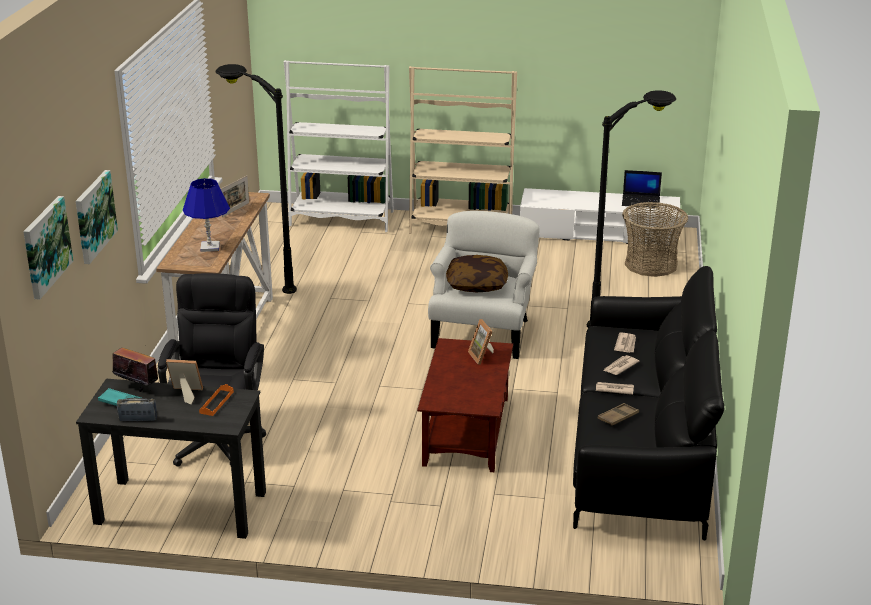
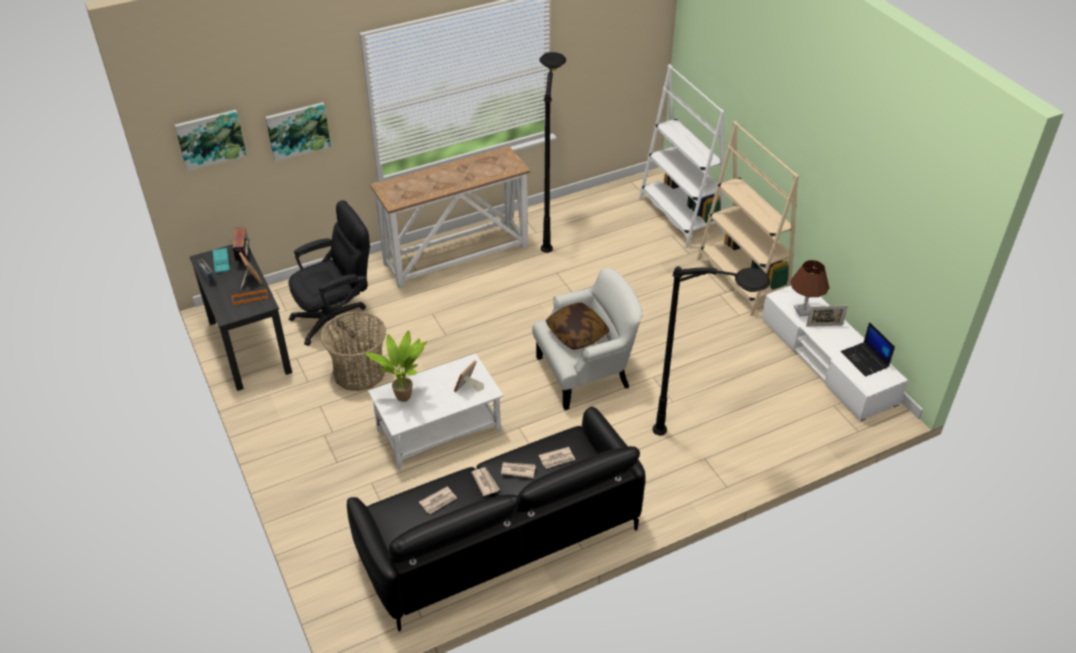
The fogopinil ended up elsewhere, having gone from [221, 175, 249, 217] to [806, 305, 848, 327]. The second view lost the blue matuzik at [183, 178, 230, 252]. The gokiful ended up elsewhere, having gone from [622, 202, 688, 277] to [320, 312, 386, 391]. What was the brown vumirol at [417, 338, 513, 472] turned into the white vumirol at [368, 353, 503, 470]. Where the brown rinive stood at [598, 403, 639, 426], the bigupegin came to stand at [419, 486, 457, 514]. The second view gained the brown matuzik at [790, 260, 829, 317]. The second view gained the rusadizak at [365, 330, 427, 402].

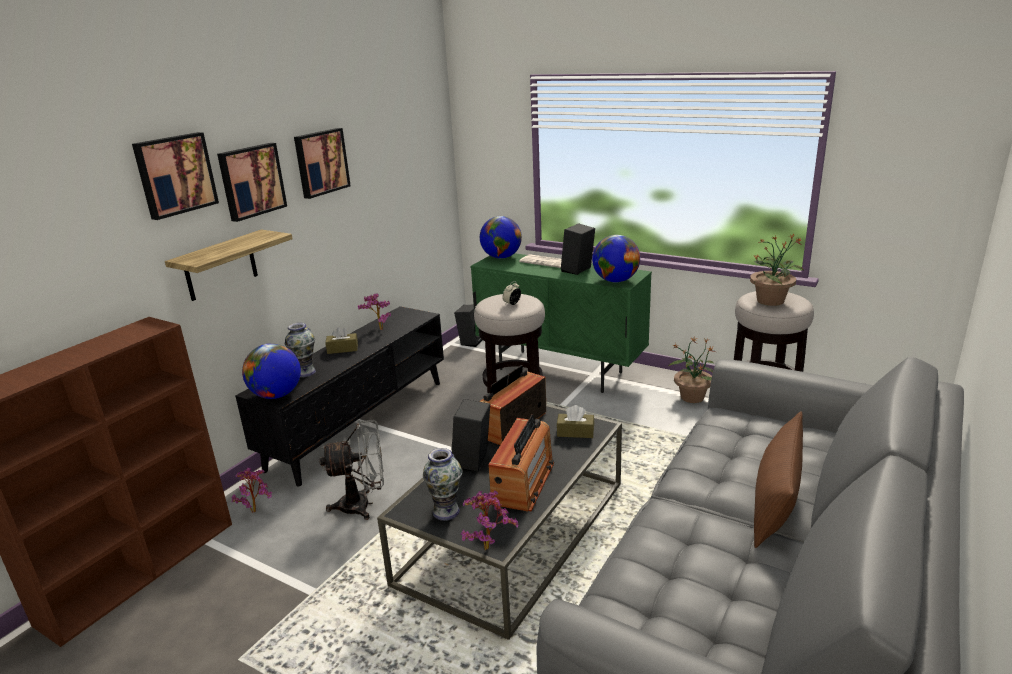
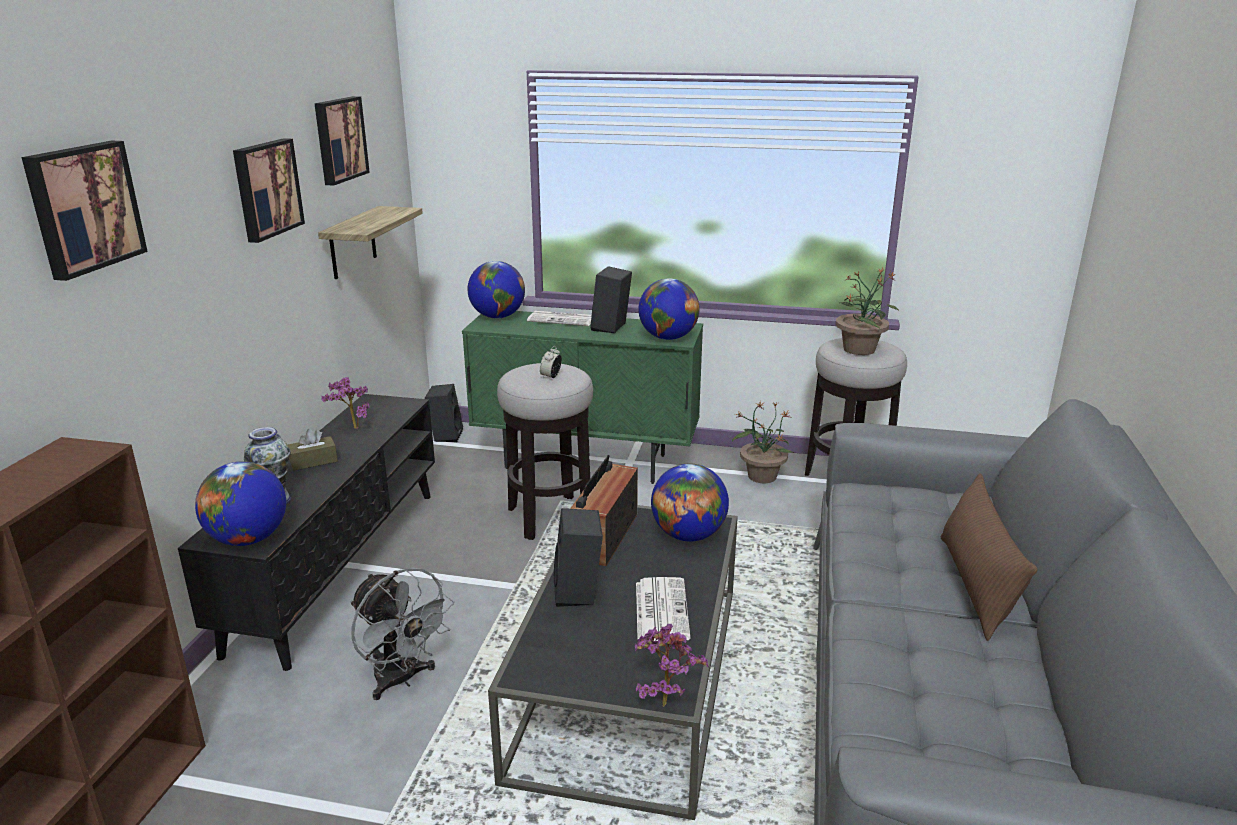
The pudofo ended up elsewhere, having gone from [217, 143, 287, 222] to [314, 96, 370, 186]. The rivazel ended up elsewhere, having gone from [165, 230, 293, 301] to [318, 206, 423, 279]. Where the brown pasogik stood at [557, 405, 594, 438], the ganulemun came to stand at [651, 463, 729, 541]. Where the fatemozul stood at [488, 414, 554, 511], the bigupegin came to stand at [636, 577, 691, 641]. The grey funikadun at [319, 420, 384, 520] ended up facing another way, 75 degrees clockwise from before. The second view lost the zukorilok at [423, 448, 463, 521]. The second view lost the rusadizak at [231, 468, 272, 513].

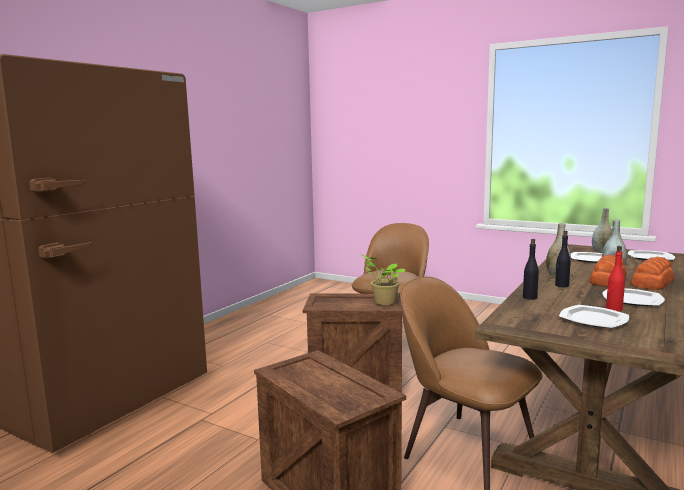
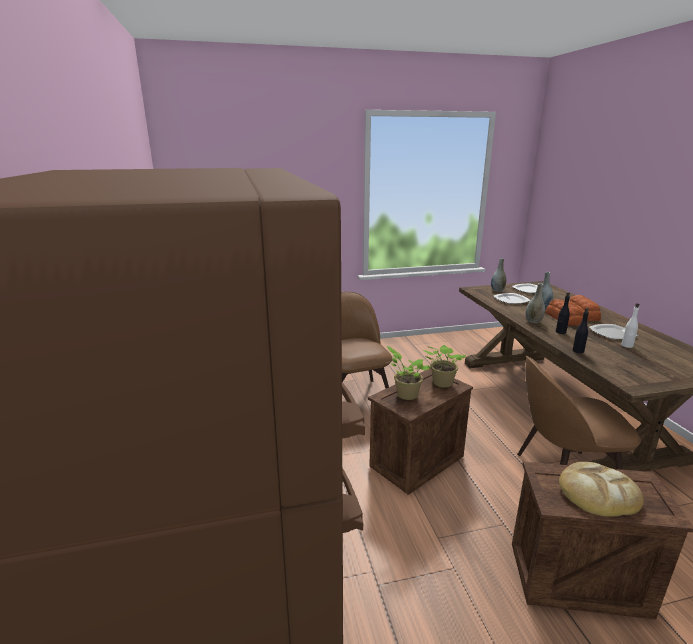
What was the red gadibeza at [606, 246, 625, 311] turned into the white gadibeza at [621, 303, 639, 348]. The second view lost the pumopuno at [559, 305, 629, 328]. The second view gained the rusadizak at [387, 346, 430, 400]. The second view gained the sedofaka at [559, 462, 644, 517].

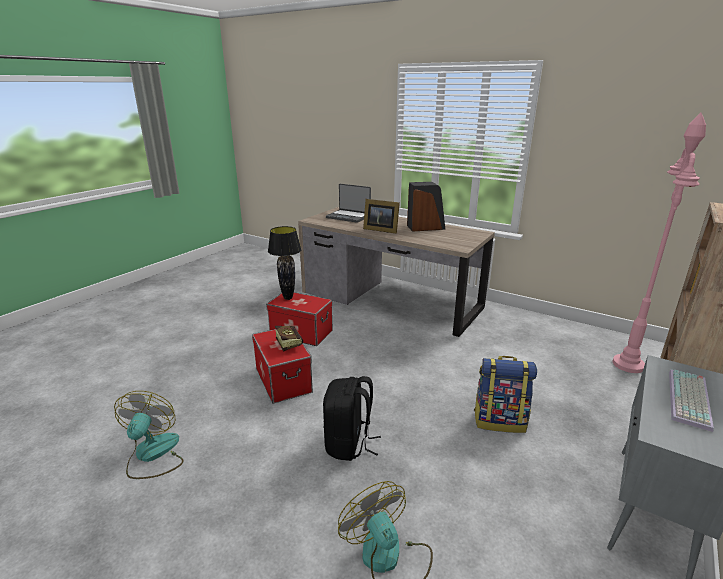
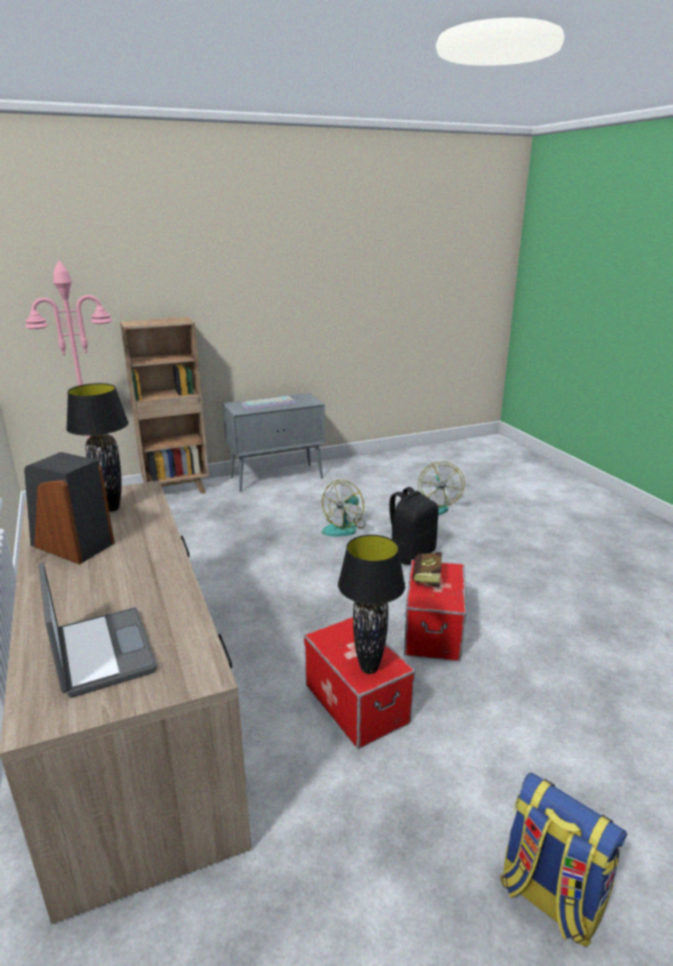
The second view lost the fogopinil at [363, 199, 400, 234]. The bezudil ended up elsewhere, having gone from [474, 356, 537, 433] to [501, 773, 627, 947]. The funikadun ended up elsewhere, having gone from [114, 391, 183, 479] to [322, 480, 366, 537]. The second view gained the black matuzik at [66, 383, 129, 512].

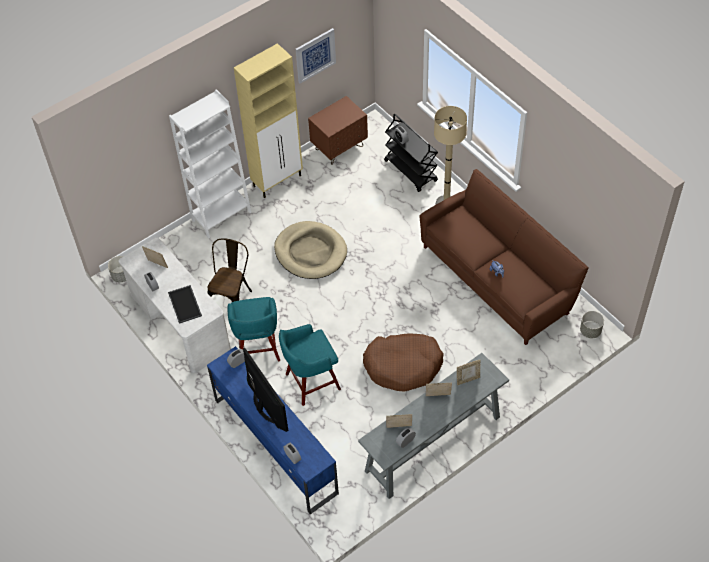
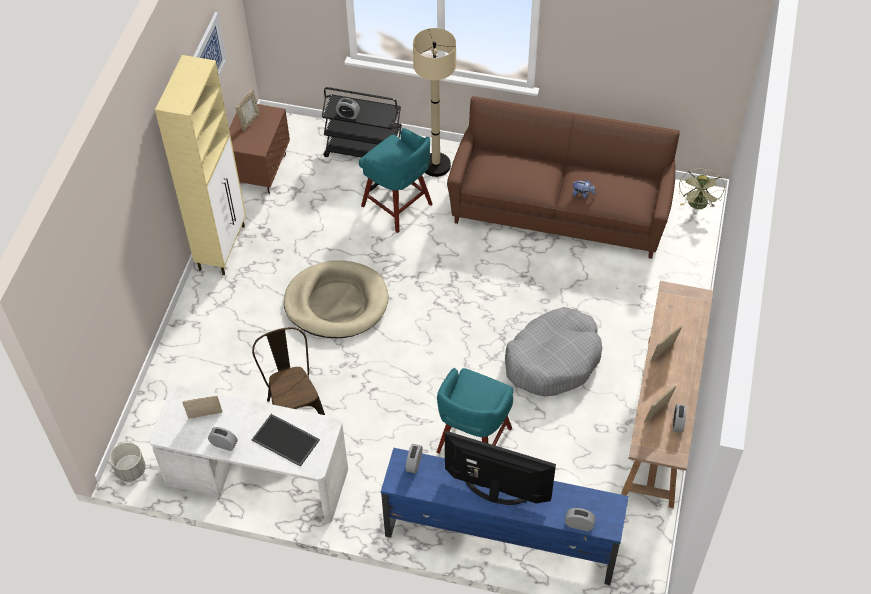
The second view lost the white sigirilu at [169, 89, 251, 238]. The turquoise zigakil ended up elsewhere, having gone from [227, 297, 280, 362] to [359, 128, 433, 233]. Where the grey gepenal stood at [580, 311, 604, 338], the green funikadun came to stand at [679, 169, 725, 209]. What was the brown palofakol at [363, 333, 444, 392] turned into the grey palofakol at [505, 307, 602, 396]. What was the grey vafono at [358, 353, 509, 499] turned into the brown vafono at [621, 281, 713, 508]. The fogopinil ended up elsewhere, having gone from [457, 360, 480, 385] to [235, 89, 260, 132].

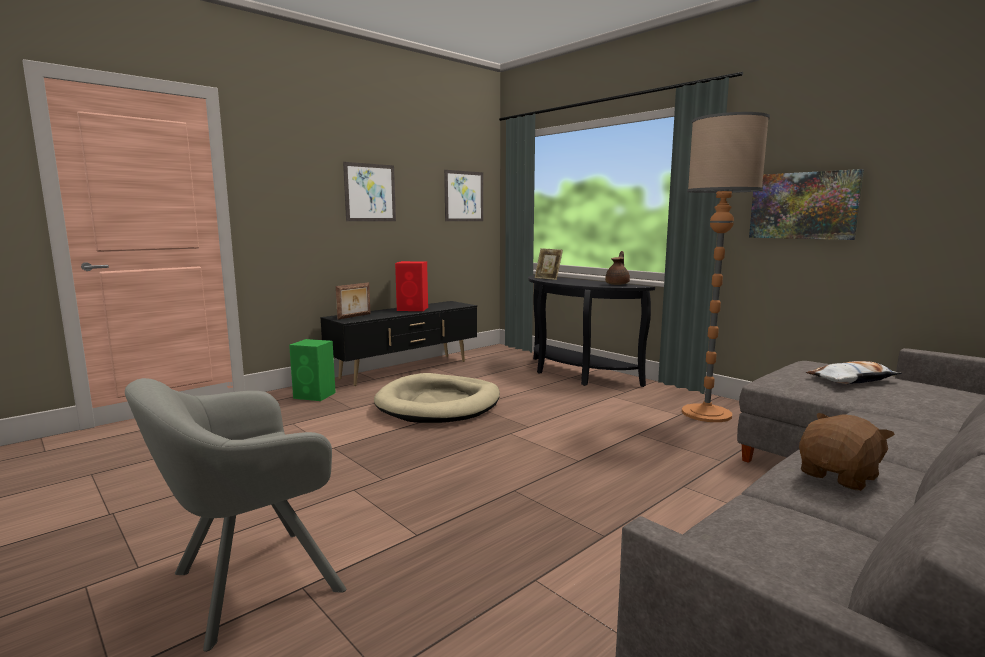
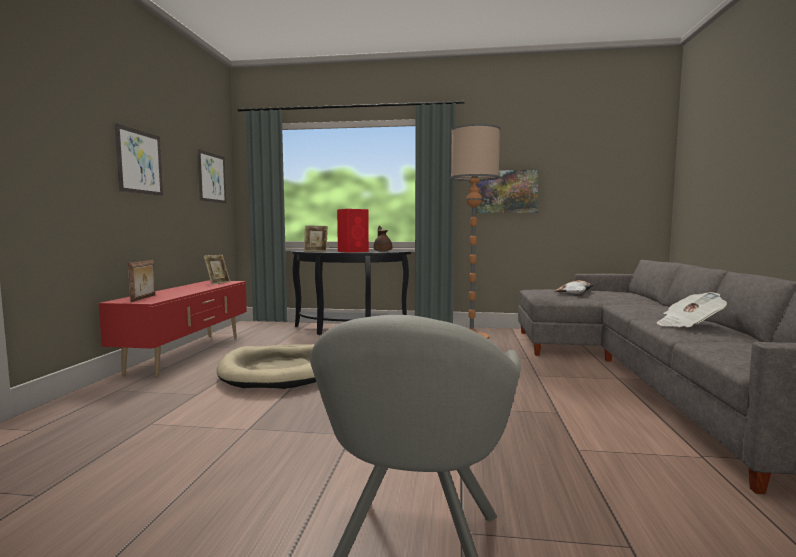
The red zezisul ended up elsewhere, having gone from [395, 261, 428, 311] to [337, 209, 369, 252]. What was the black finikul at [321, 301, 477, 386] turned into the red finikul at [99, 281, 247, 377]. The second view lost the green zezisul at [289, 339, 336, 401]. Where the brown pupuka stood at [799, 413, 895, 491], the bigupegin came to stand at [657, 292, 727, 327]. The second view gained the fogopinil at [204, 255, 230, 285].

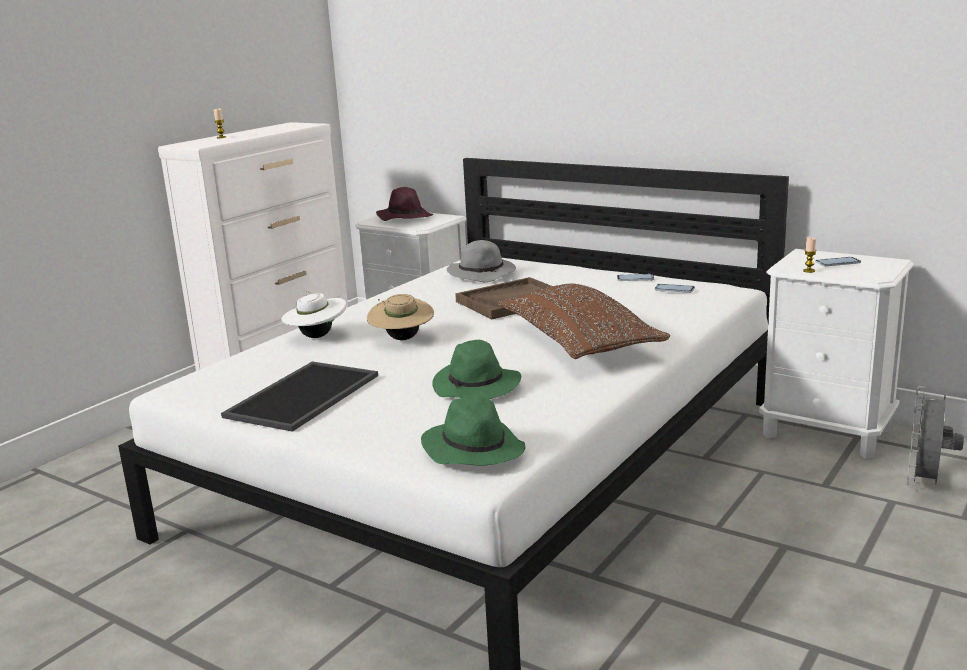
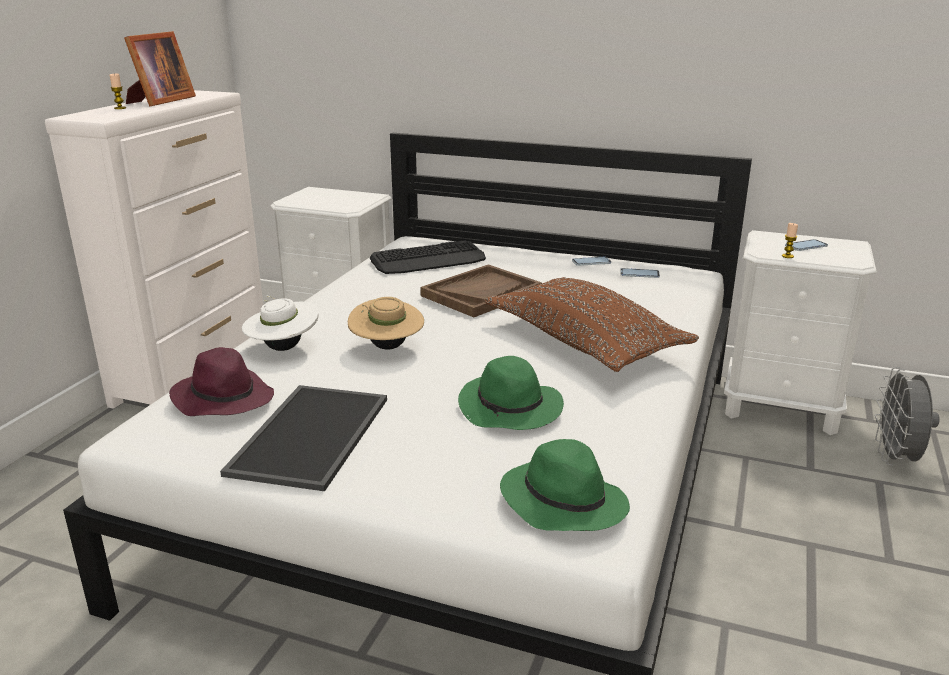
The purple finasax ended up elsewhere, having gone from [376, 187, 433, 221] to [169, 347, 274, 416]. Where the grey finasax stood at [447, 240, 516, 282], the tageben came to stand at [370, 240, 486, 274]. The second view gained the fogopinil at [124, 31, 196, 107].

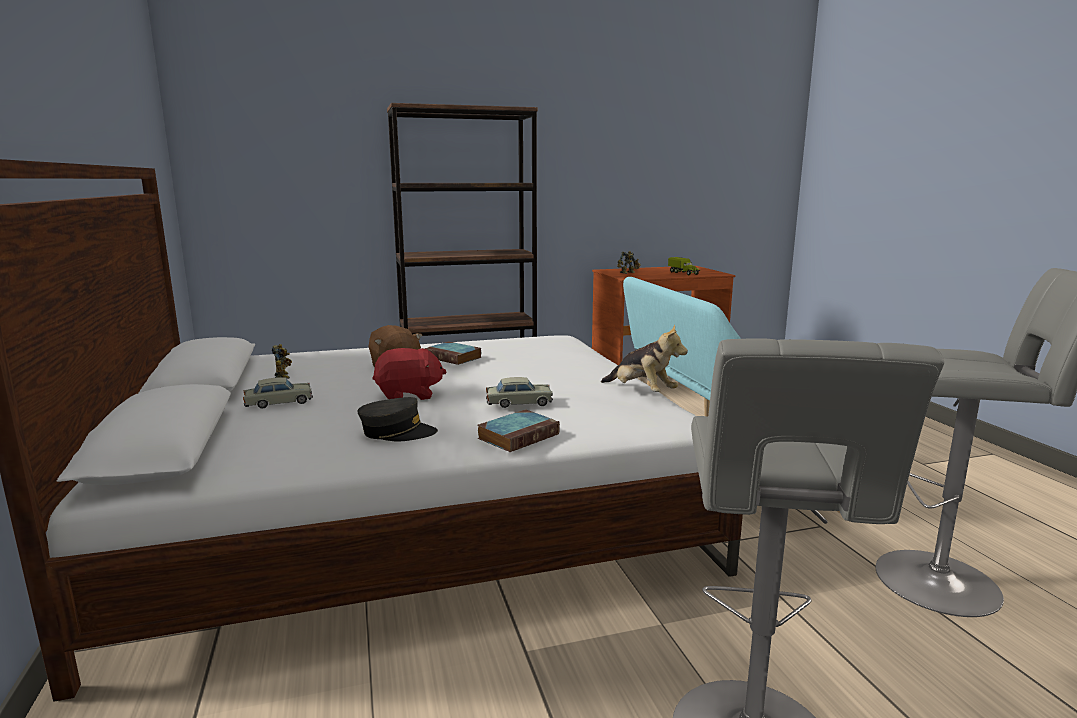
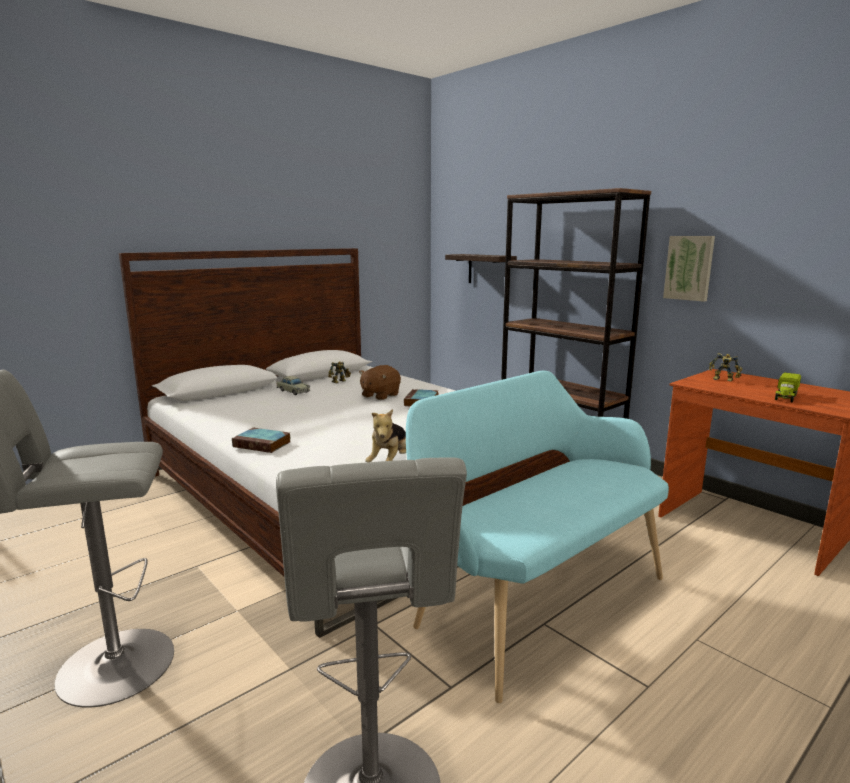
The second view lost the red pupuka at [373, 348, 447, 400]. The second view lost the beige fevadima at [486, 377, 553, 408]. The second view lost the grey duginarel at [358, 397, 438, 441]. The second view gained the pudofo at [663, 236, 715, 302]. The second view gained the rivazel at [445, 254, 517, 283].

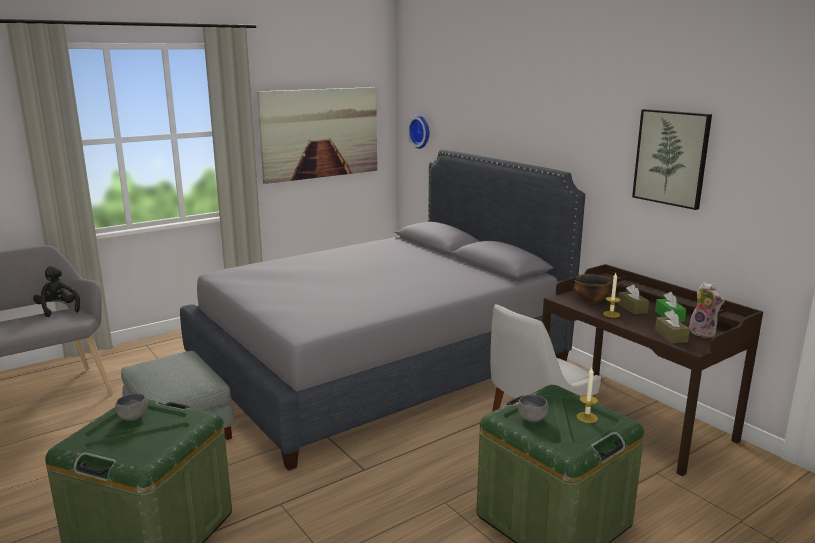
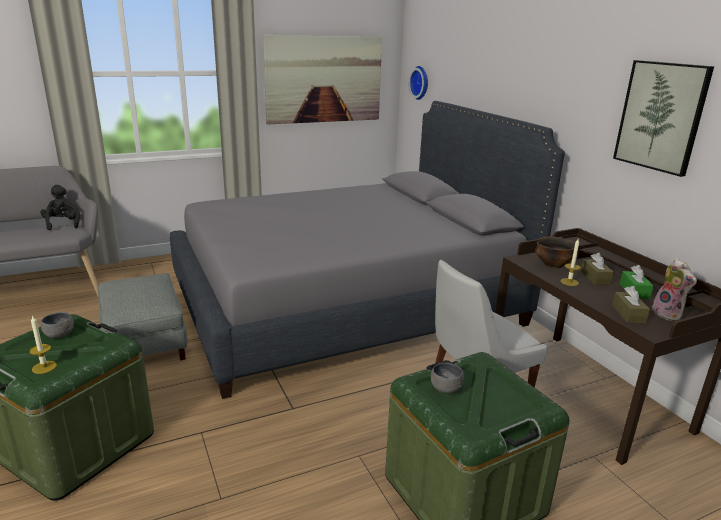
The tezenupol ended up elsewhere, having gone from [577, 368, 598, 423] to [29, 315, 57, 374].

